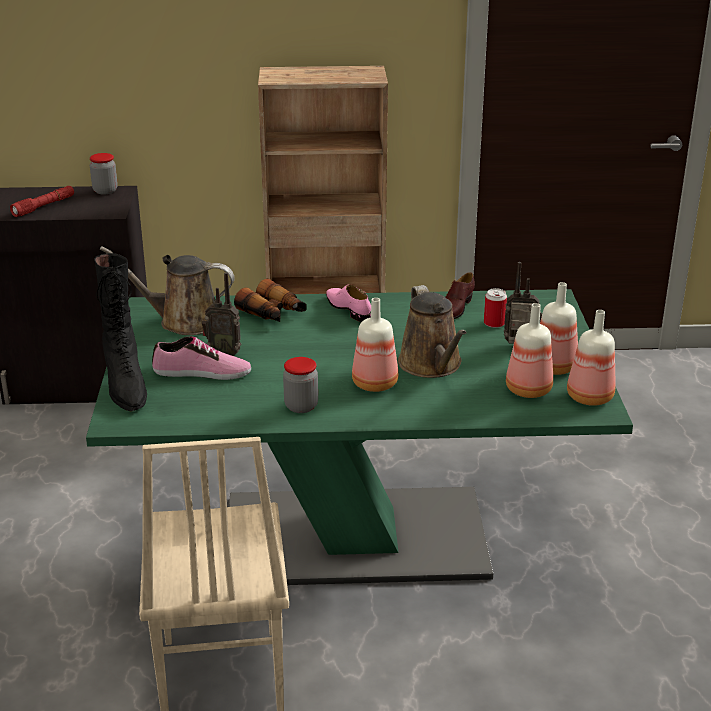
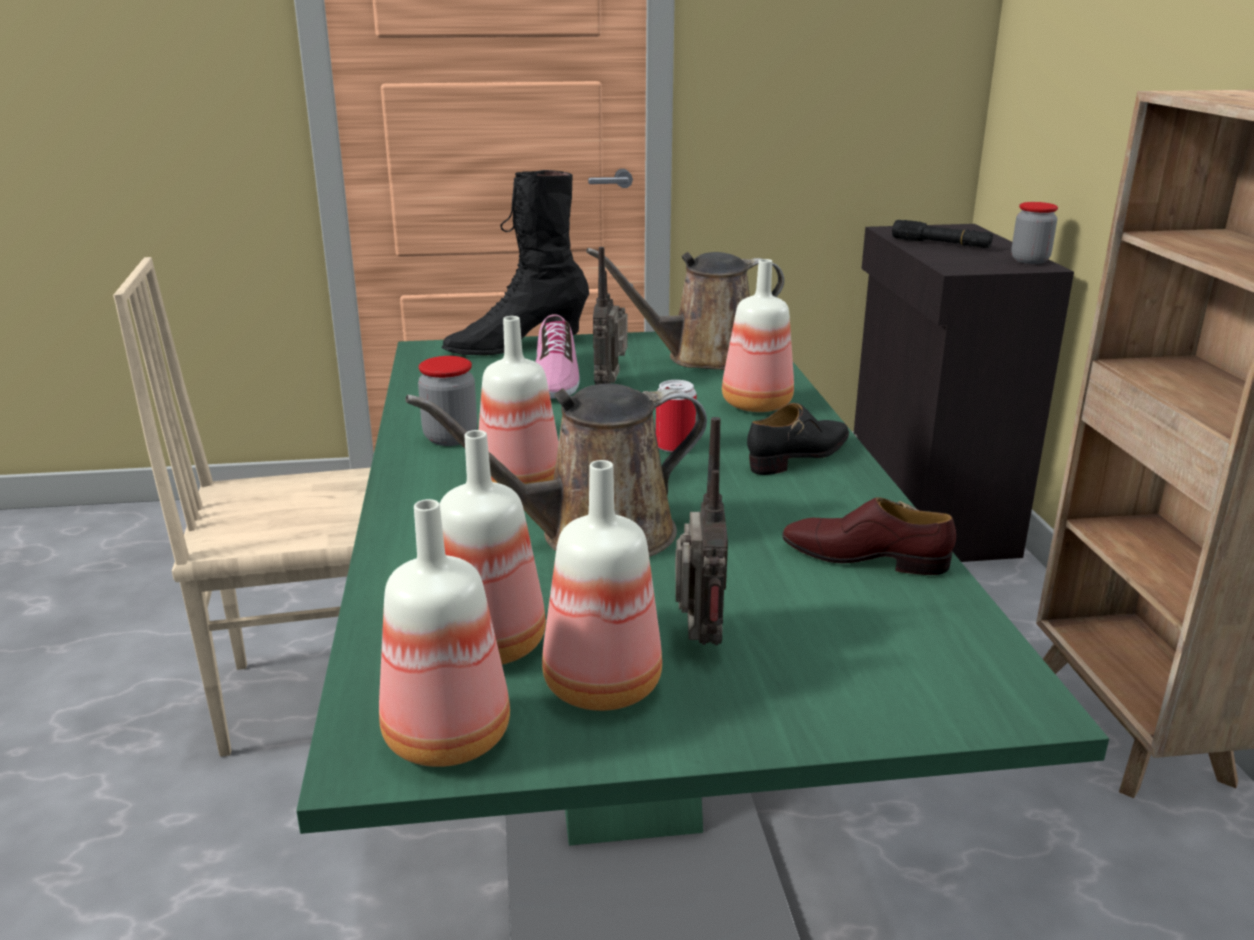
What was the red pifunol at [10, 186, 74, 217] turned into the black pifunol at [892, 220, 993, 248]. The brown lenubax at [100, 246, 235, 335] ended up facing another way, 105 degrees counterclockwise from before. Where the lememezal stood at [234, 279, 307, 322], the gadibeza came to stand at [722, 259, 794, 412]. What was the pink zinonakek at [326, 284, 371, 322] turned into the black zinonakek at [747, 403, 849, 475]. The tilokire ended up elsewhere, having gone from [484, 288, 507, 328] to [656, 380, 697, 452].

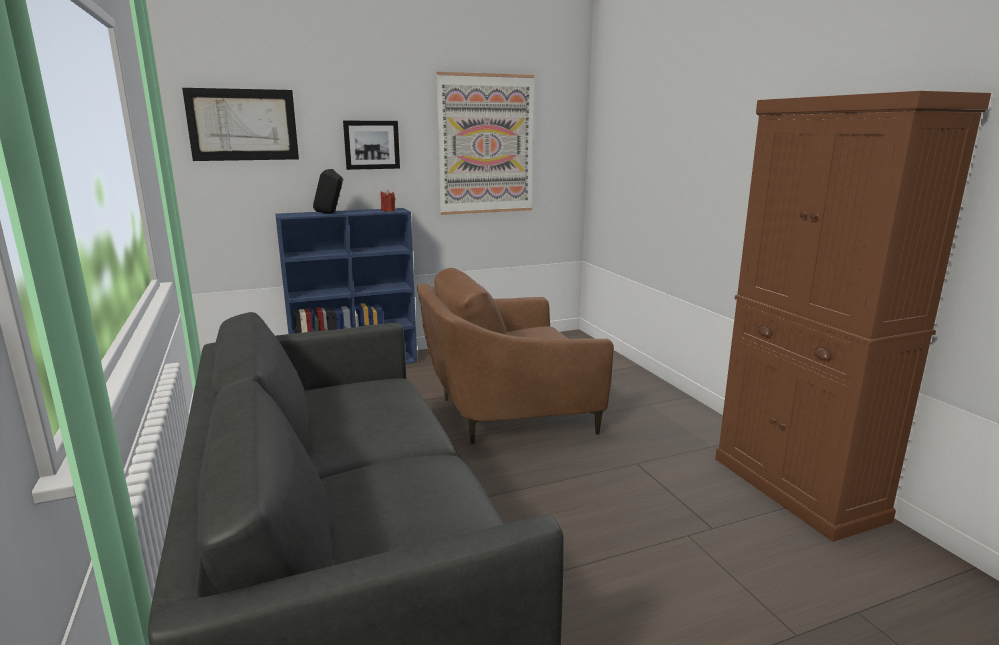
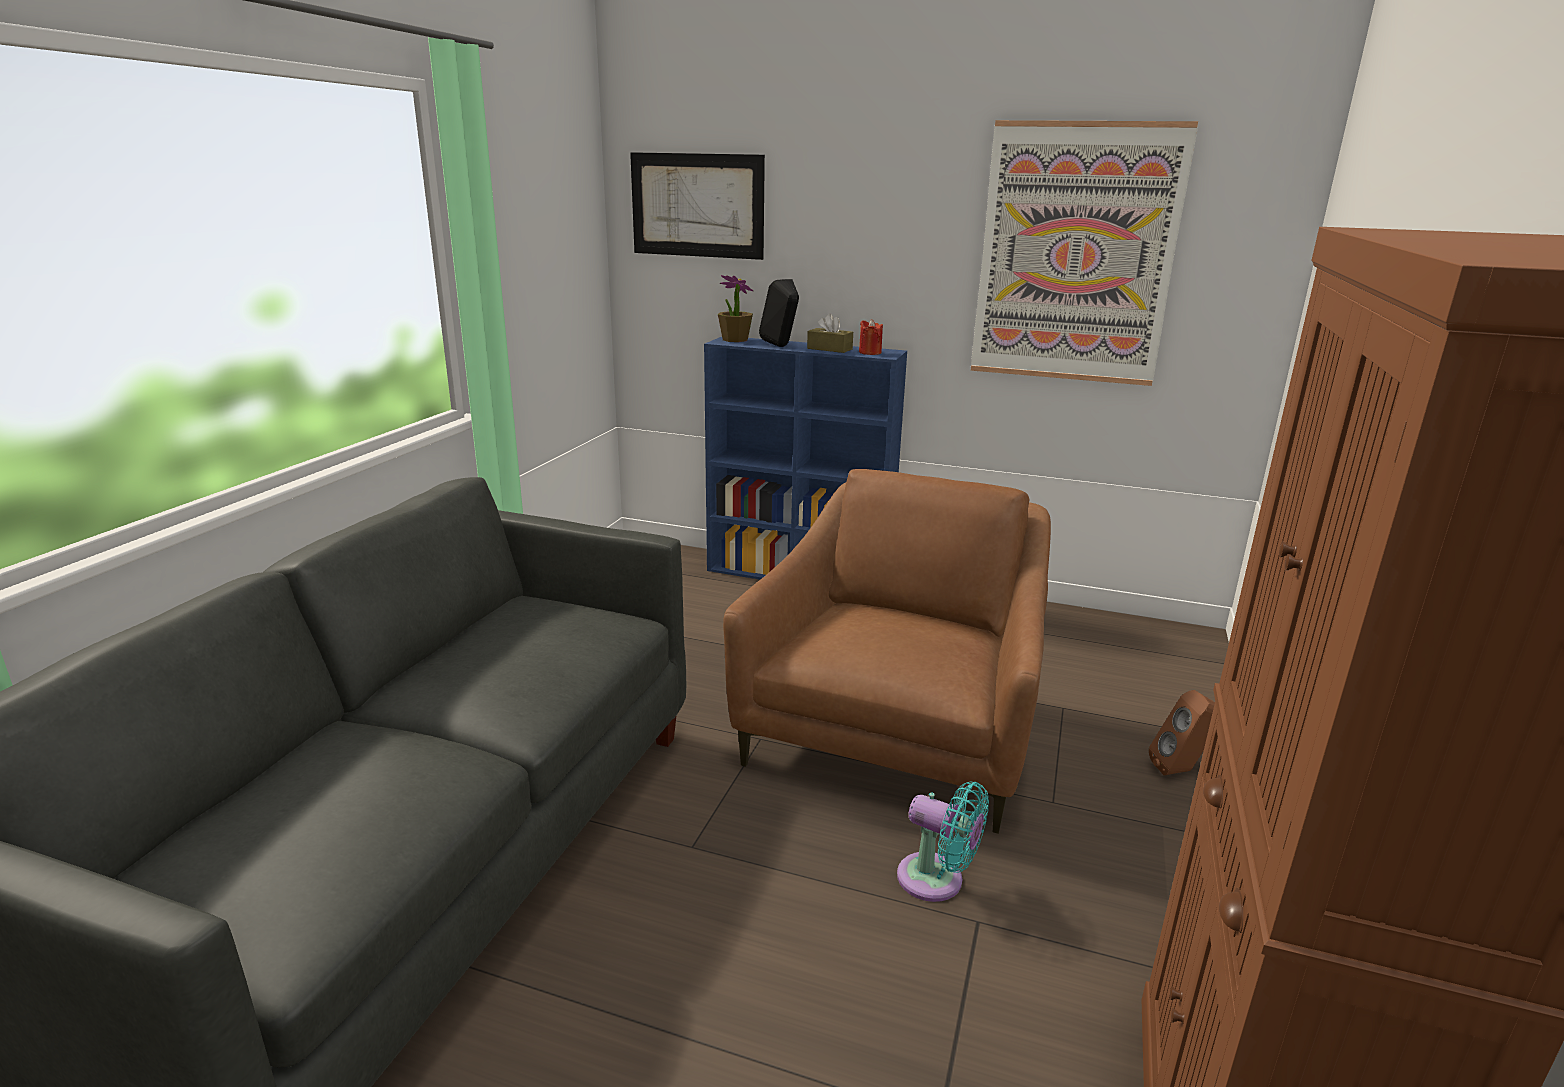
The second view lost the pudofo at [343, 121, 400, 170]. The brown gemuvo at [417, 268, 614, 444] ended up facing another way, 90 degrees clockwise from before. The second view gained the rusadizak at [718, 275, 753, 342]. The second view gained the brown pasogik at [807, 314, 853, 353]. The second view gained the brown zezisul at [1149, 690, 1215, 776]. The second view gained the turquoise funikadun at [897, 781, 989, 902].

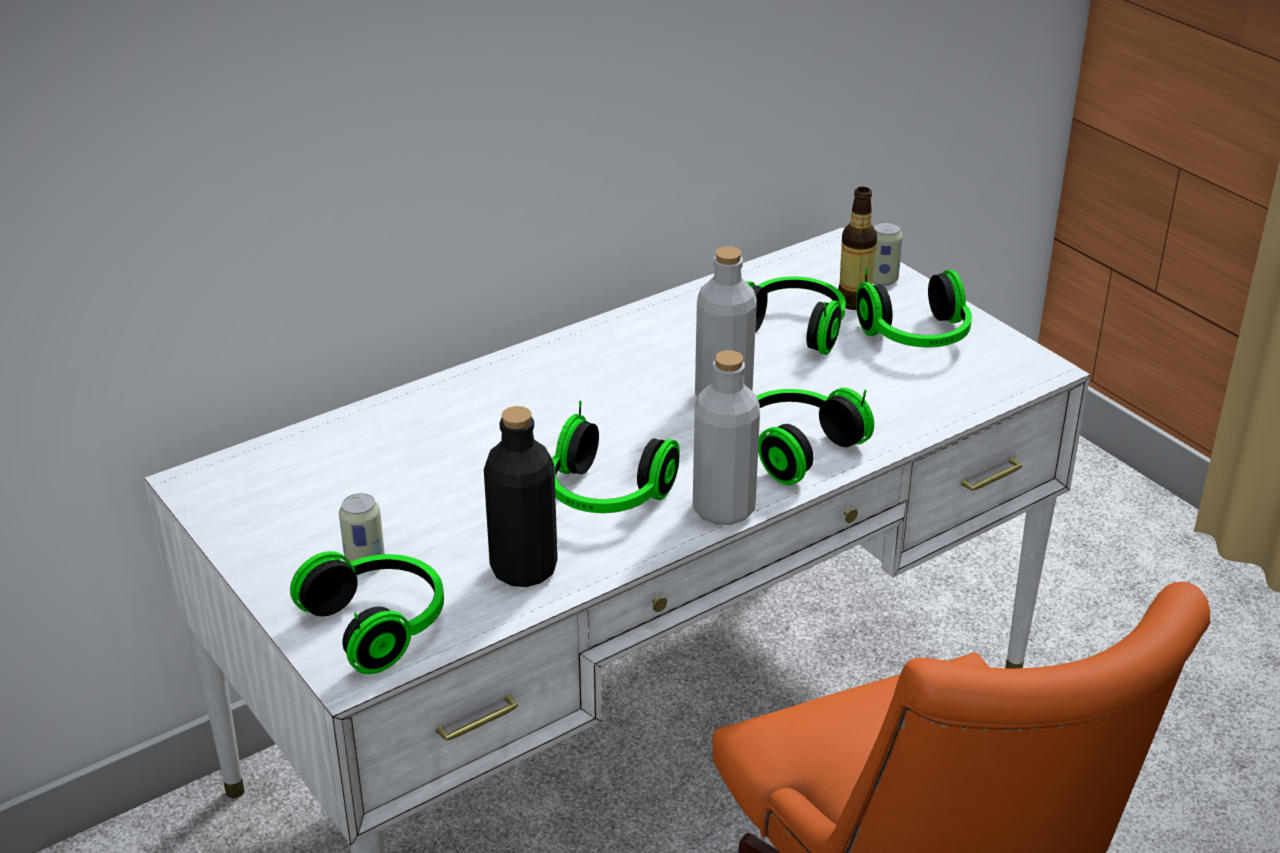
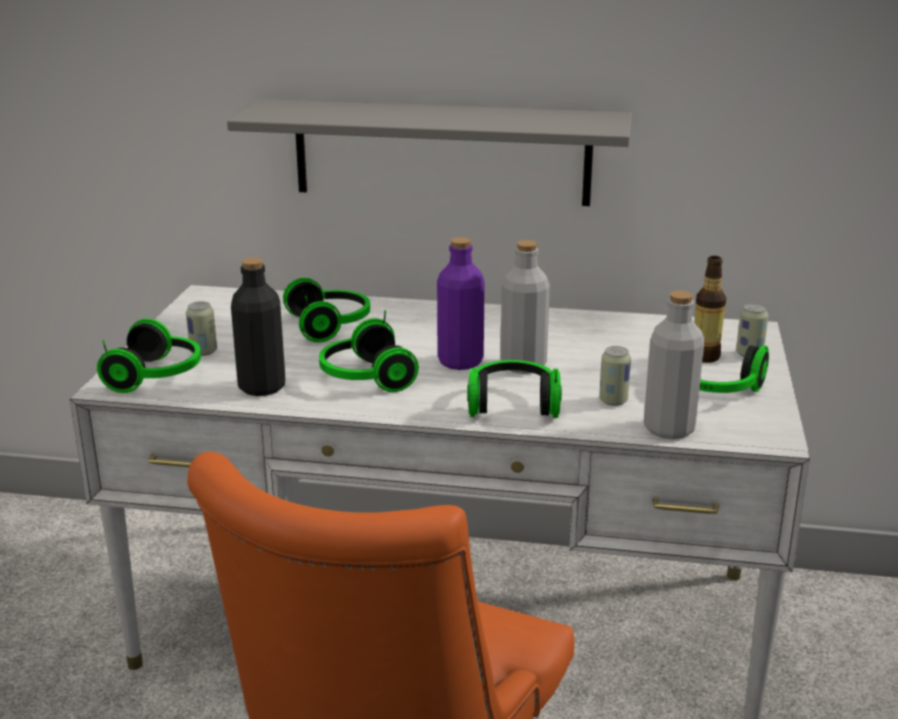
The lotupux ended up elsewhere, having gone from [746, 276, 846, 355] to [283, 278, 370, 343]. The grey gadibeza ended up elsewhere, having gone from [693, 350, 760, 525] to [644, 290, 705, 439]. The second view gained the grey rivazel at [227, 99, 632, 206]. The second view gained the purple gadibeza at [437, 237, 485, 370]. The second view gained the tilokire at [599, 346, 631, 406].

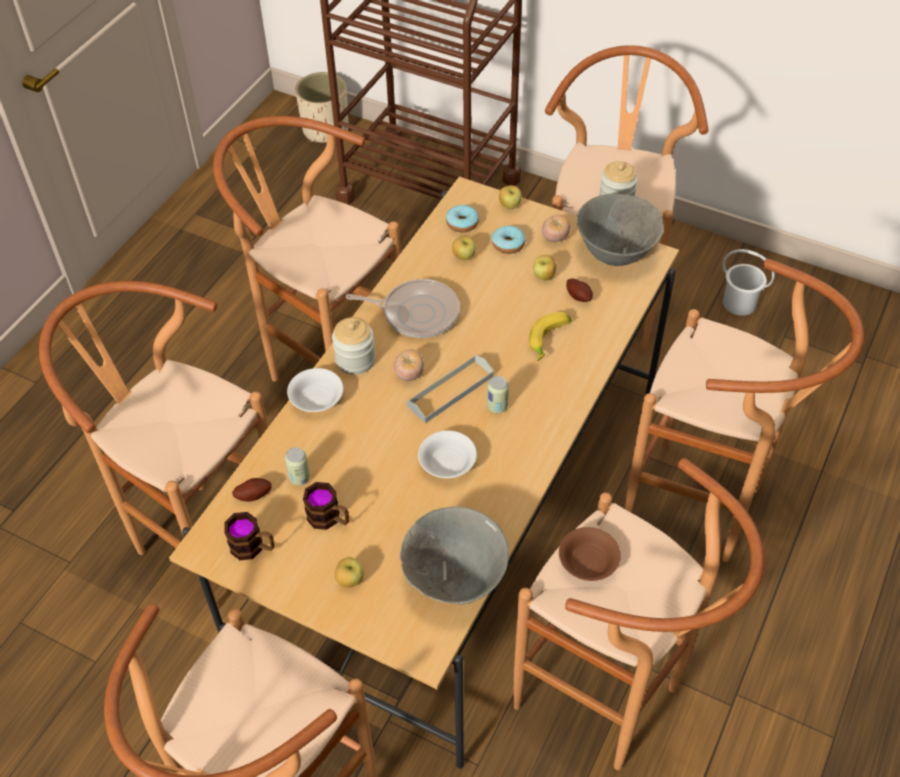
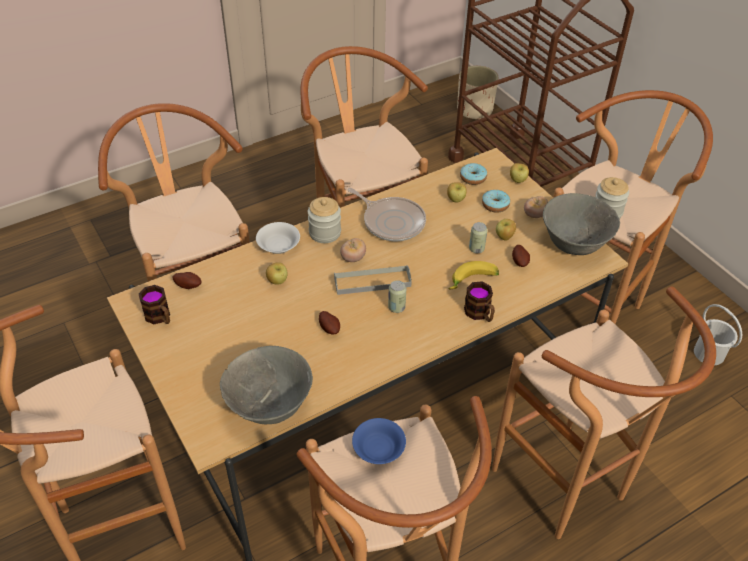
Where the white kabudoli stood at [418, 431, 477, 478], the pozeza came to stand at [319, 311, 340, 335]. The tilokire ended up elsewhere, having gone from [285, 447, 310, 486] to [469, 222, 487, 253]. The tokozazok ended up elsewhere, having gone from [303, 482, 349, 530] to [464, 282, 495, 322]. What was the brown kabudoli at [559, 527, 621, 581] turned into the blue kabudoli at [352, 418, 406, 464]. The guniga ended up elsewhere, having gone from [335, 557, 364, 588] to [266, 262, 288, 285].

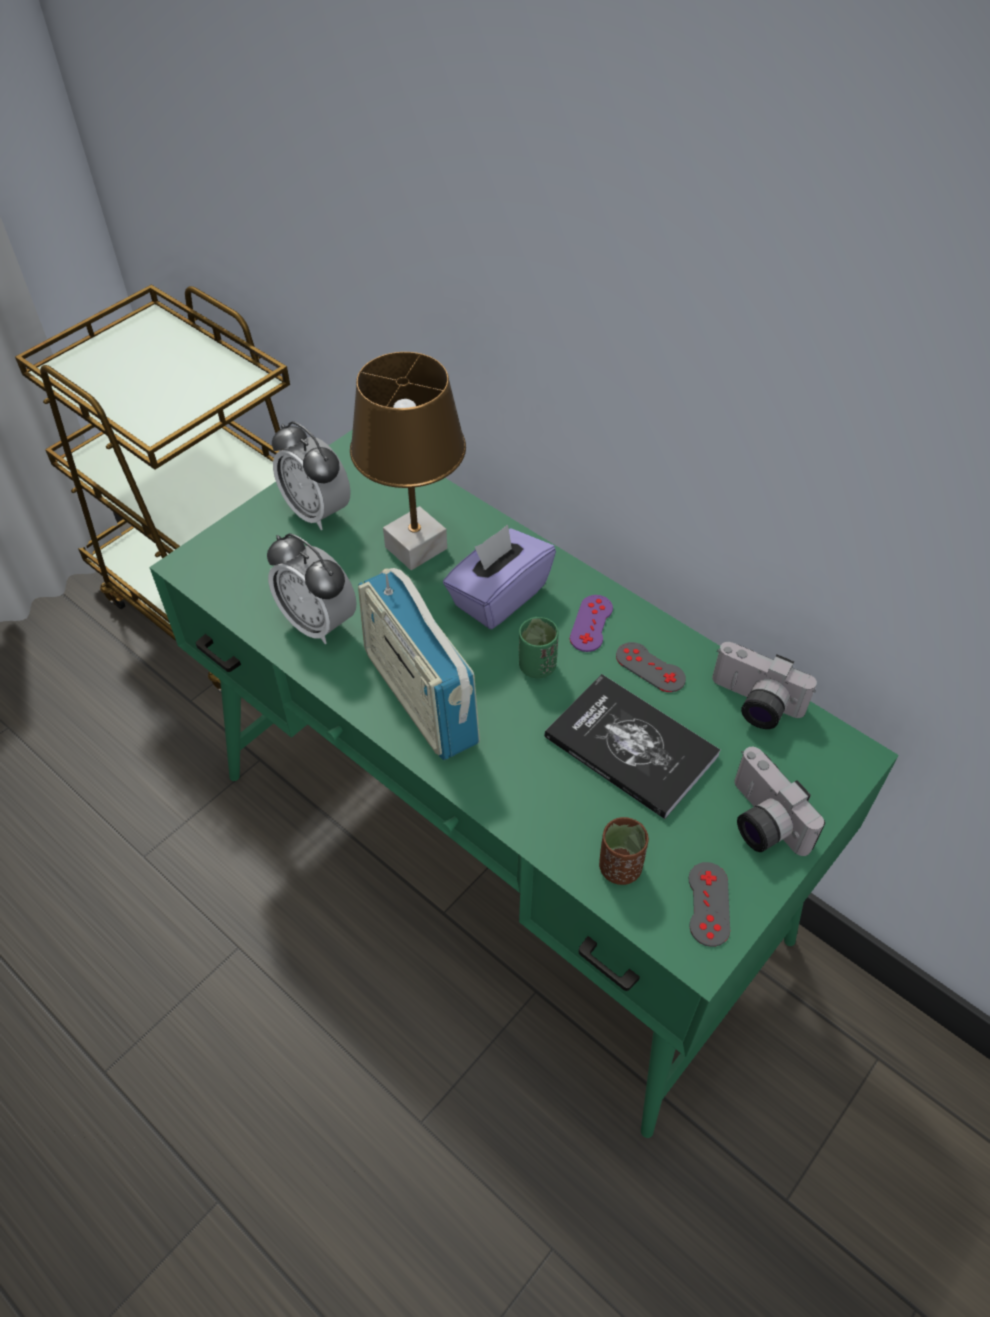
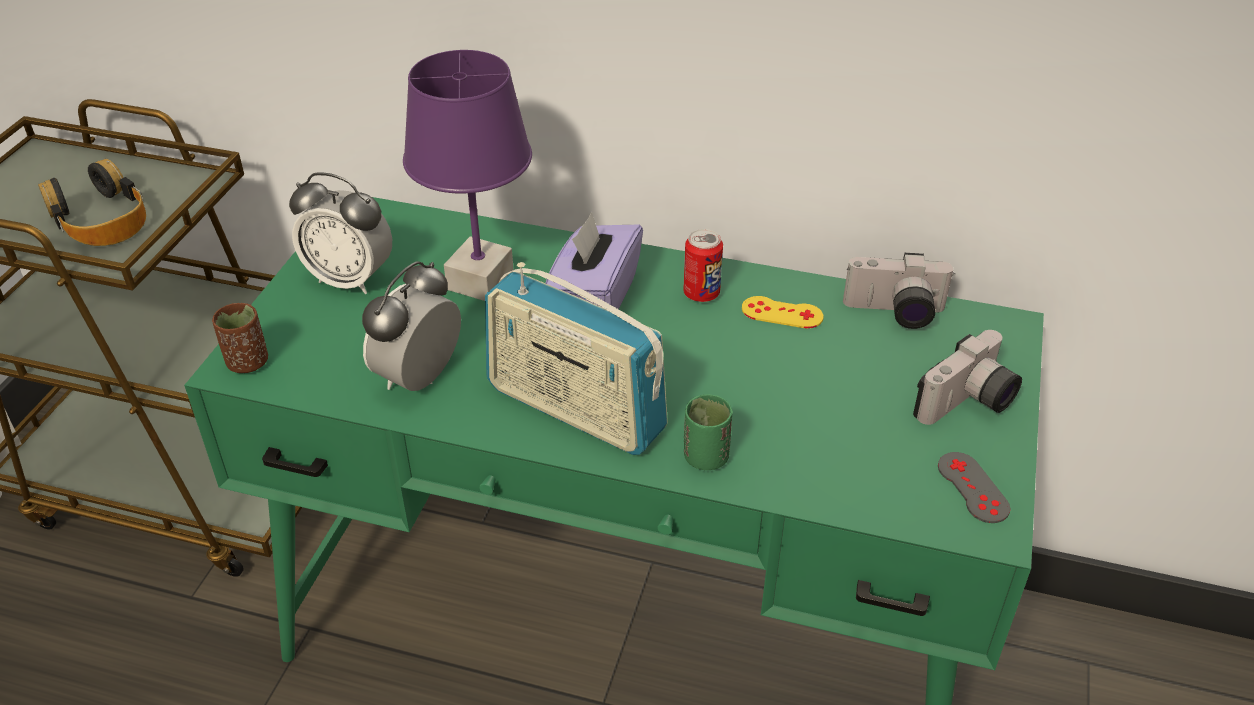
What was the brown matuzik at [350, 352, 466, 570] turned into the purple matuzik at [403, 50, 532, 301]. The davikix at [267, 533, 357, 644] ended up facing another way, 105 degrees clockwise from before. Where the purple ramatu stood at [570, 595, 613, 652], the tilokire came to stand at [683, 229, 723, 302]. The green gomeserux ended up elsewhere, having gone from [519, 617, 558, 679] to [684, 394, 733, 470]. What was the grey ramatu at [616, 642, 686, 692] turned into the yellow ramatu at [742, 296, 823, 329]. The second view lost the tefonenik at [544, 674, 720, 819]. The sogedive at [735, 747, 825, 856] ended up facing another way, 75 degrees counterclockwise from before. The brown gomeserux ended up elsewhere, having gone from [599, 817, 649, 885] to [212, 303, 268, 373]. The second view gained the lotupux at [38, 159, 146, 246].

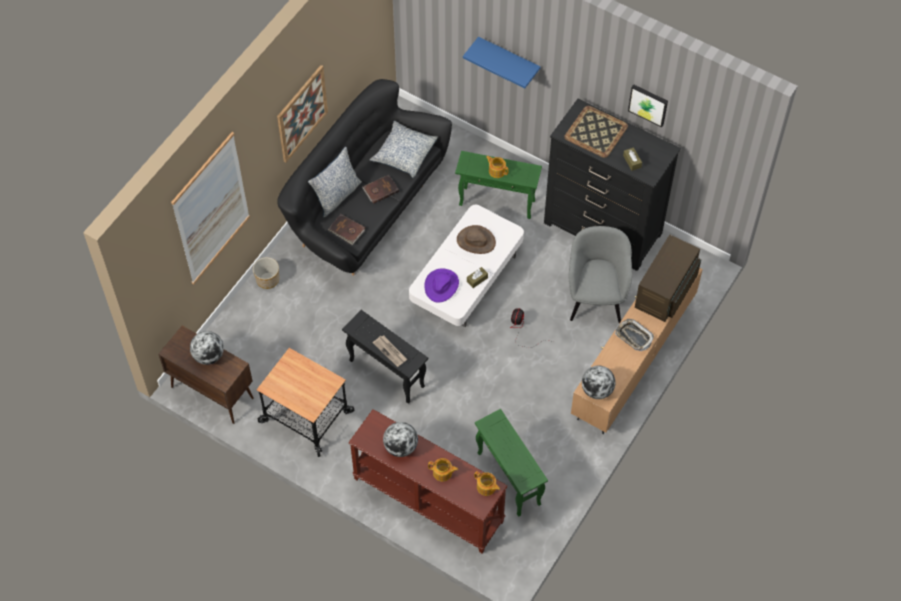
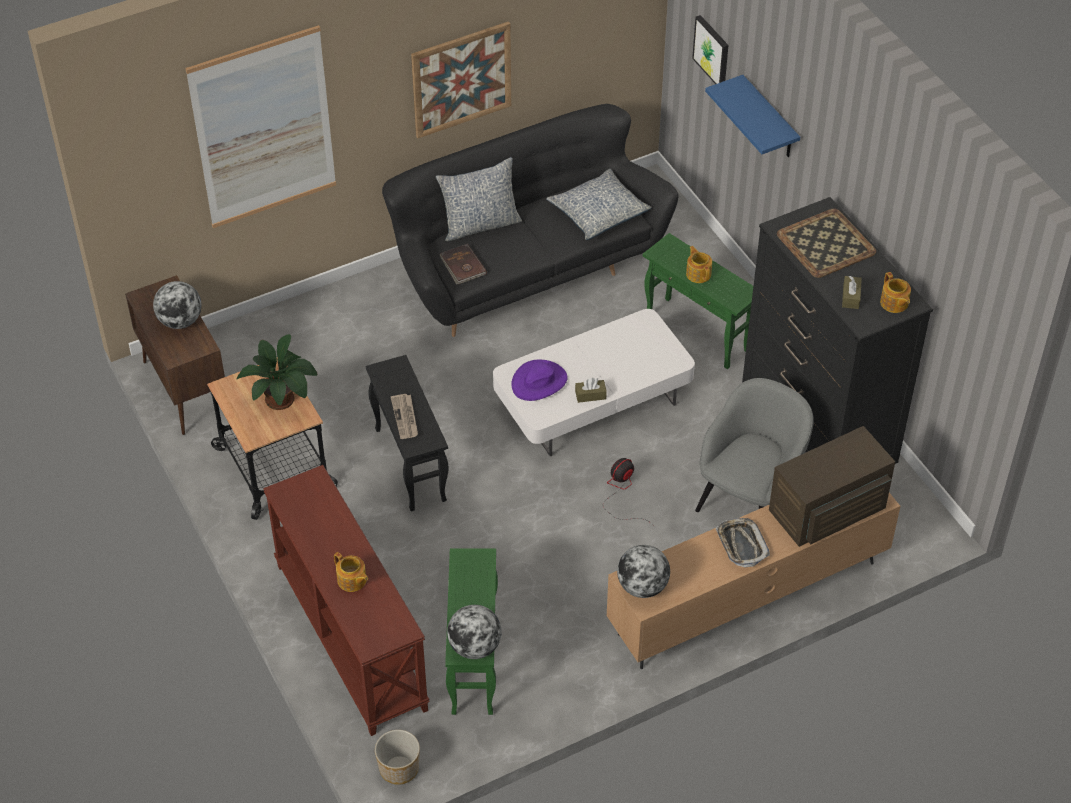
The pudofo ended up elsewhere, having gone from [628, 84, 668, 127] to [692, 15, 728, 84]. The second view lost the brown tefonenik at [362, 175, 399, 204]. The second view lost the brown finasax at [457, 225, 496, 254]. The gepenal ended up elsewhere, having gone from [253, 257, 279, 289] to [375, 730, 420, 785]. The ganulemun ended up elsewhere, having gone from [383, 422, 418, 457] to [447, 605, 501, 659]. The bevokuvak ended up elsewhere, having gone from [474, 471, 500, 496] to [880, 272, 911, 313]. The second view gained the rusadizak at [236, 334, 317, 410].

